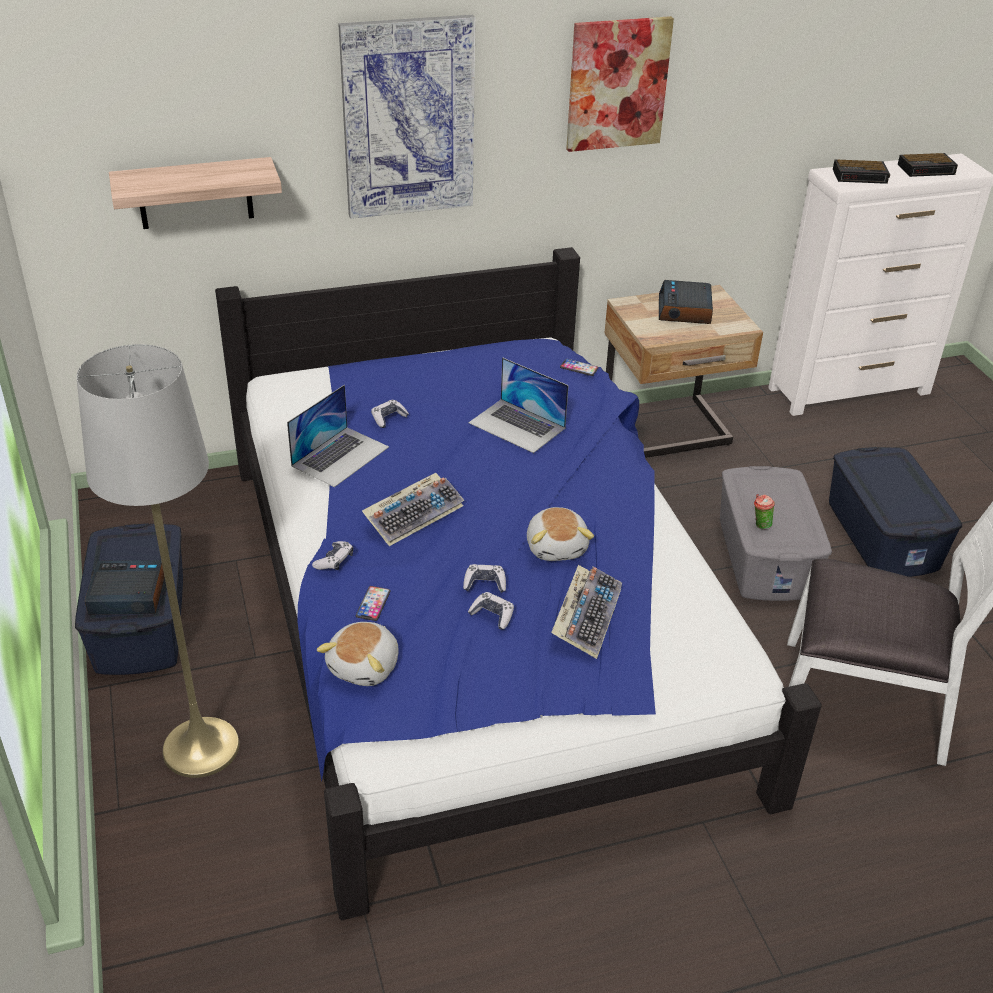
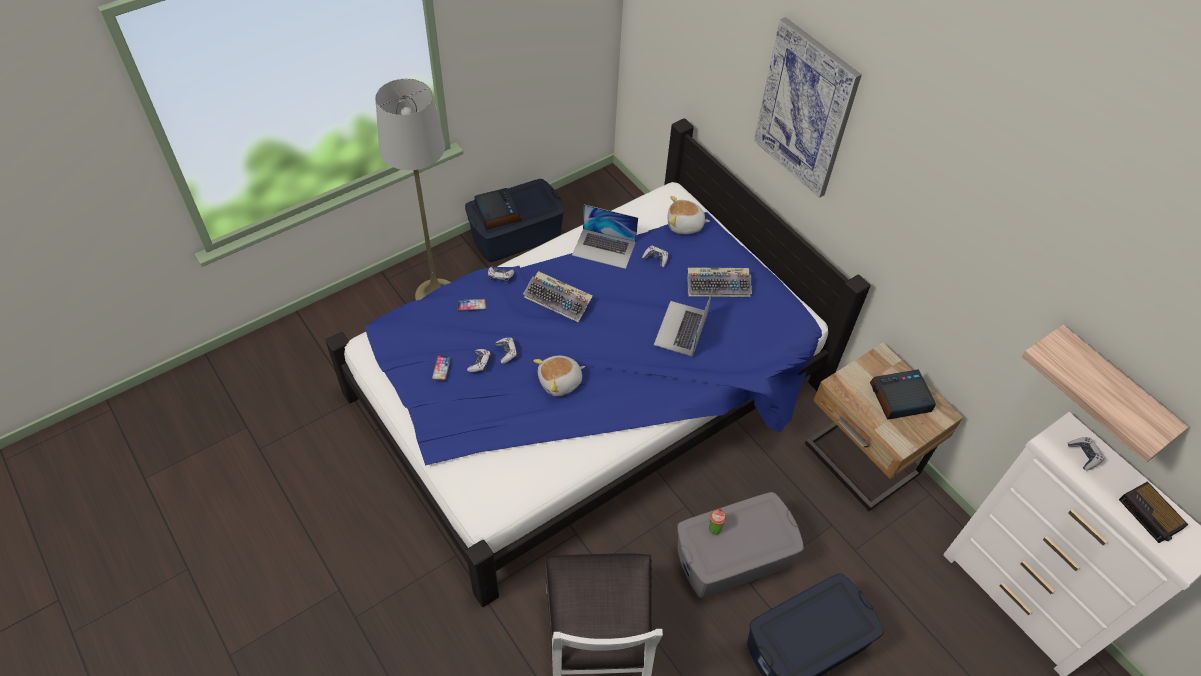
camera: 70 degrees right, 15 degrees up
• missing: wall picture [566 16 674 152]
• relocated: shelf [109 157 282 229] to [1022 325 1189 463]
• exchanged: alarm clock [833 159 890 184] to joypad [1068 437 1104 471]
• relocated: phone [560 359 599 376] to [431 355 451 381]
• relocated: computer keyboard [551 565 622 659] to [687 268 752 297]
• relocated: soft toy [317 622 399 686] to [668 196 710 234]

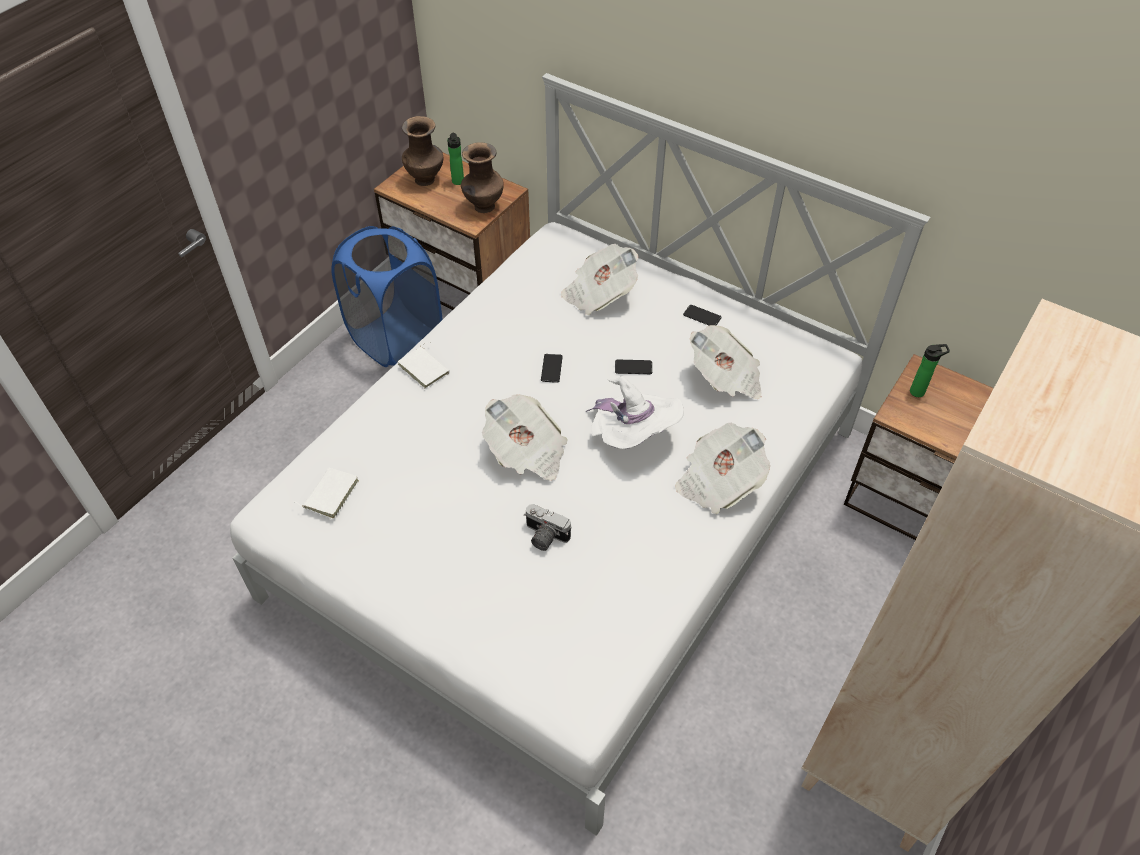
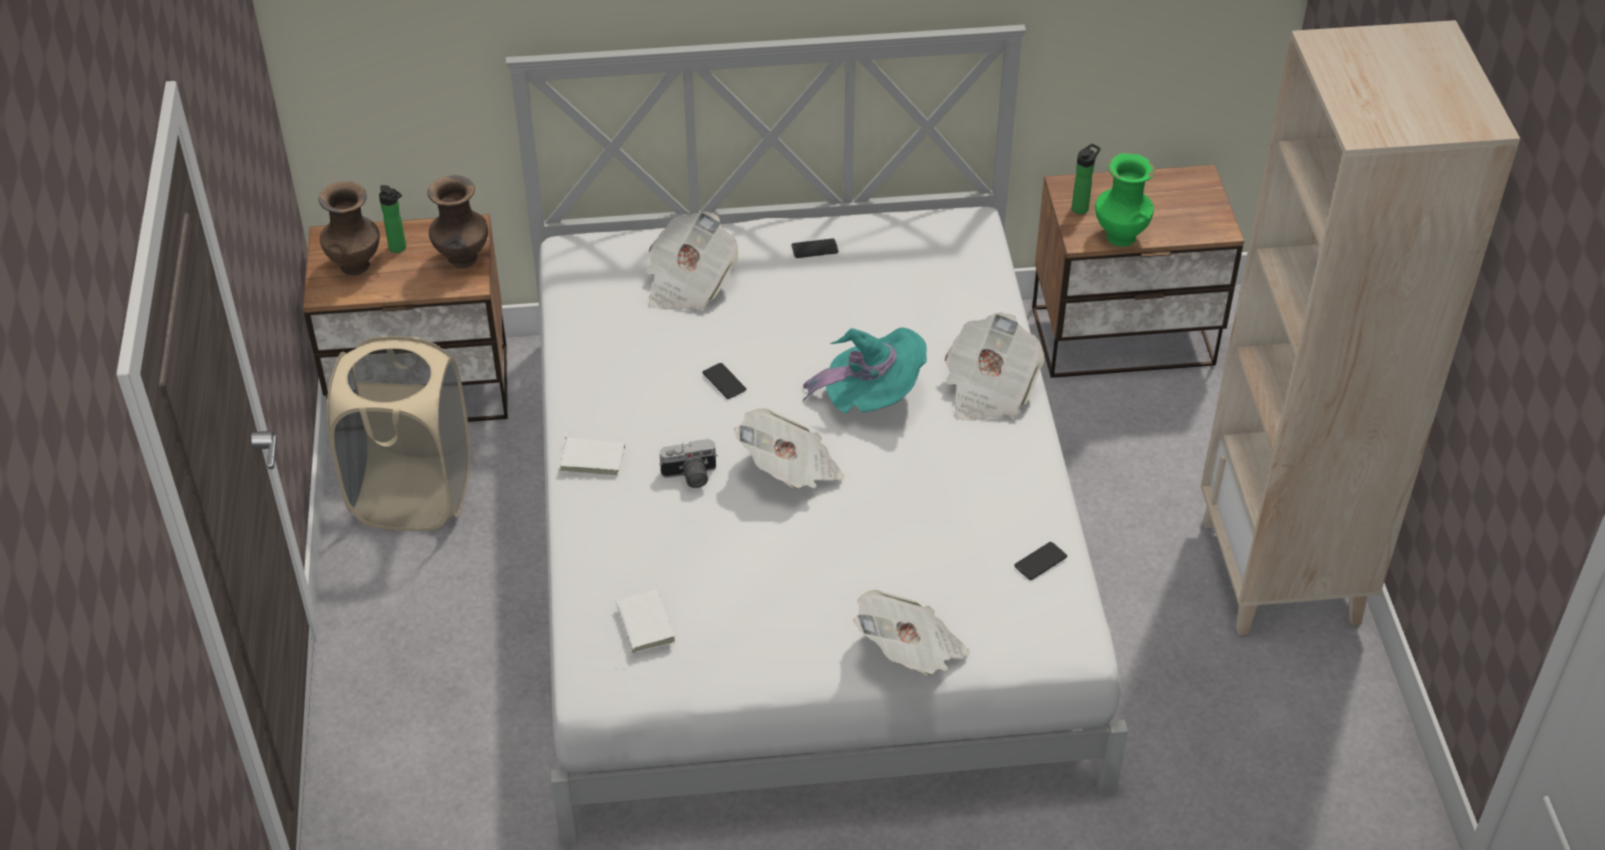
camera: 40 degrees left, 5 degrees down
• colour: washing basket (blue) [331 226 442 367] to washing basket (beige-coloured) [327 335 470 531]
• relocated: printed paper [690 325 762 399] to [853 590 970 675]
• relocated: phone [615 359 652 374] to [1014 542 1067 580]
• colour: wearable hat (white) [586 376 684 450] to wearable hat (turquoise) [803 328 927 414]
• relocated: still camera [524 504 572 551] to [659 439 718 488]
• appeared: vase (green-coloured) [1095 153 1155 247]

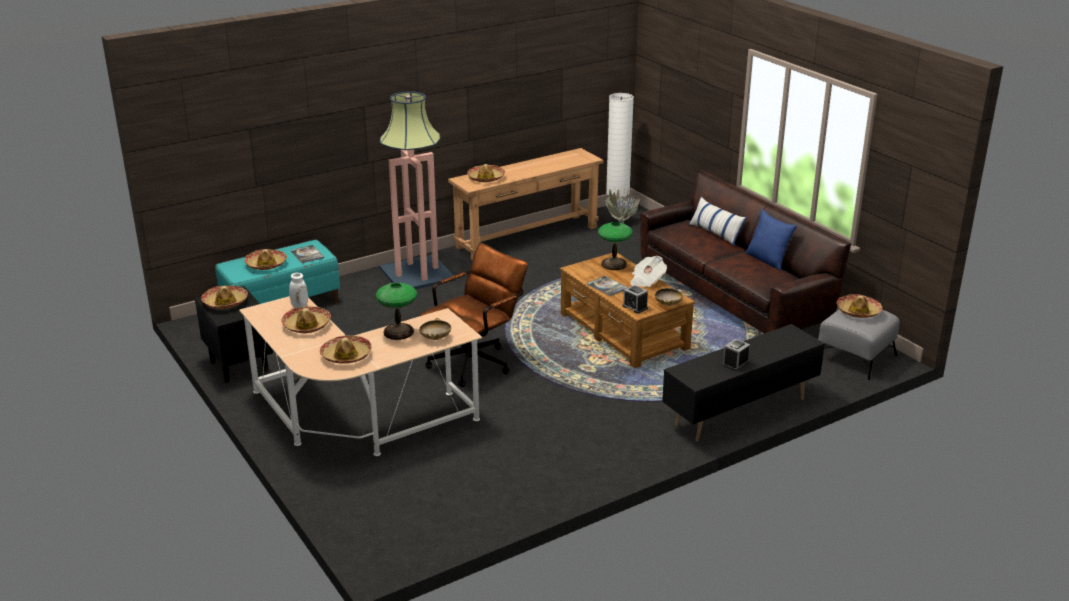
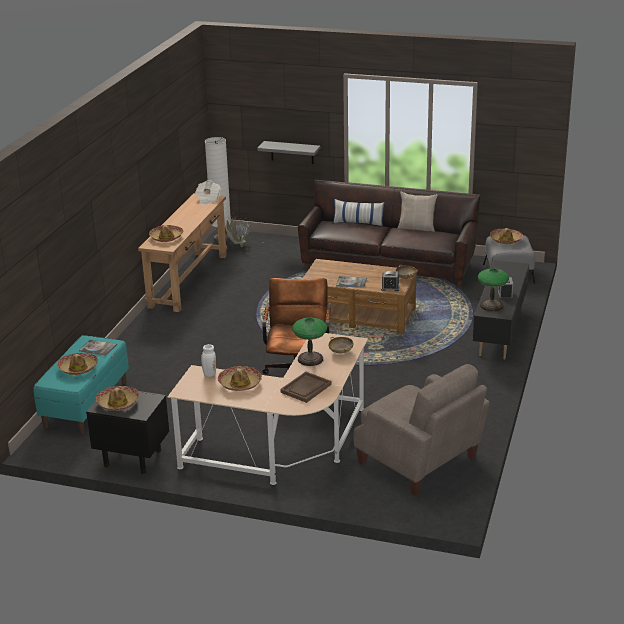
camera: 40 degrees left, 0 degrees up
• missing: floor lamp [380 91 456 290]
• colour: throw pillow (blue) [745 209 797 271] to throw pillow (beige-coloured) [397 192 438 232]
• relocated: lamp for a table [598 222 633 270] to [478 268 509 311]
• relocated: printed paper [630 256 667 287] to [195 180 221 205]
• exchanged: wearable hat [320 335 372 364] to carrying tray (brownish) [280 372 332 403]
• appeared: shelf (gray) [257 141 320 164]
• appeared: armchair (beige-coloured) [354 364 490 496]

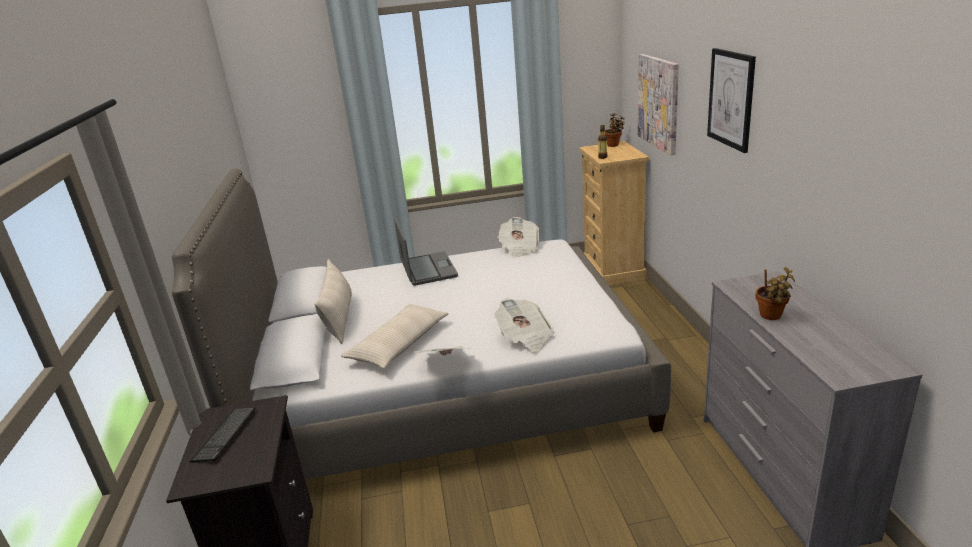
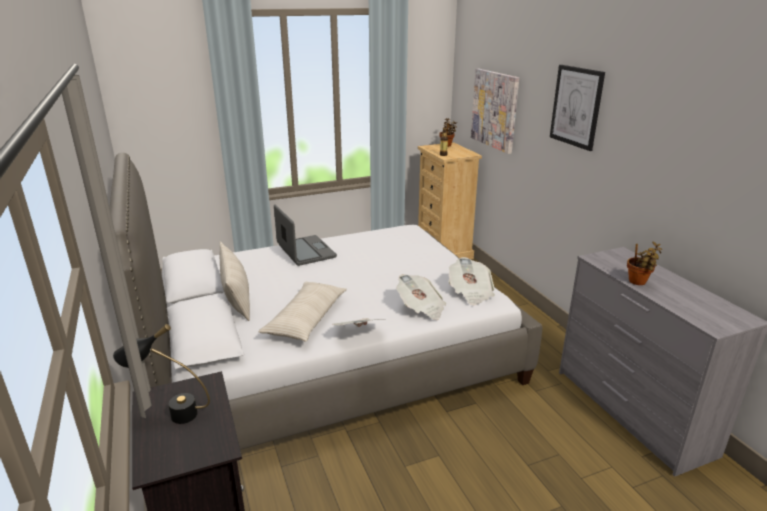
camera: 15 degrees left, 0 degrees up
• relocated: printed paper [498 217 539 258] to [449 257 495 306]
• exchanged: computer keyboard [189 407 256 462] to lamp for a table (blackish) [113 324 210 424]

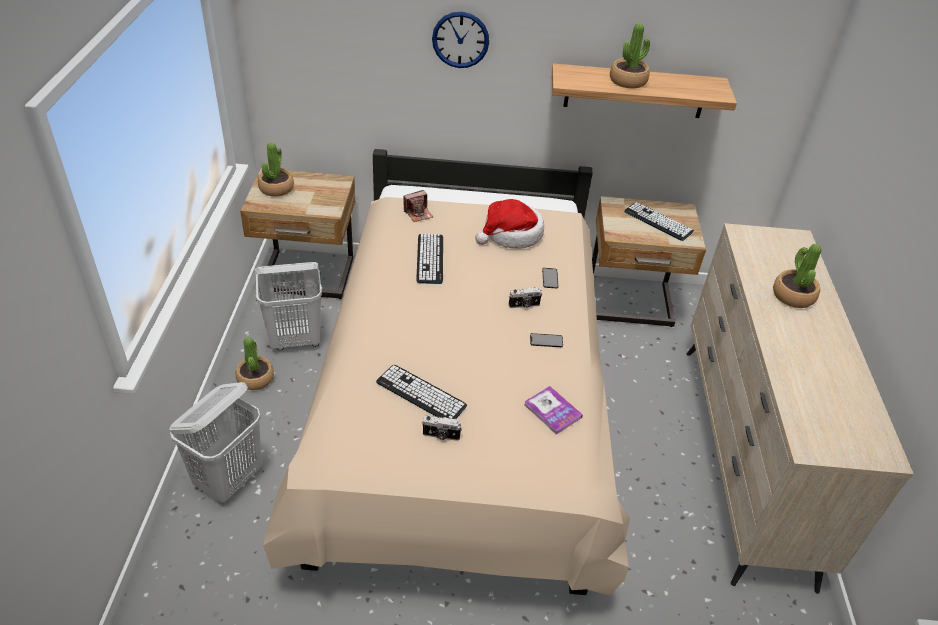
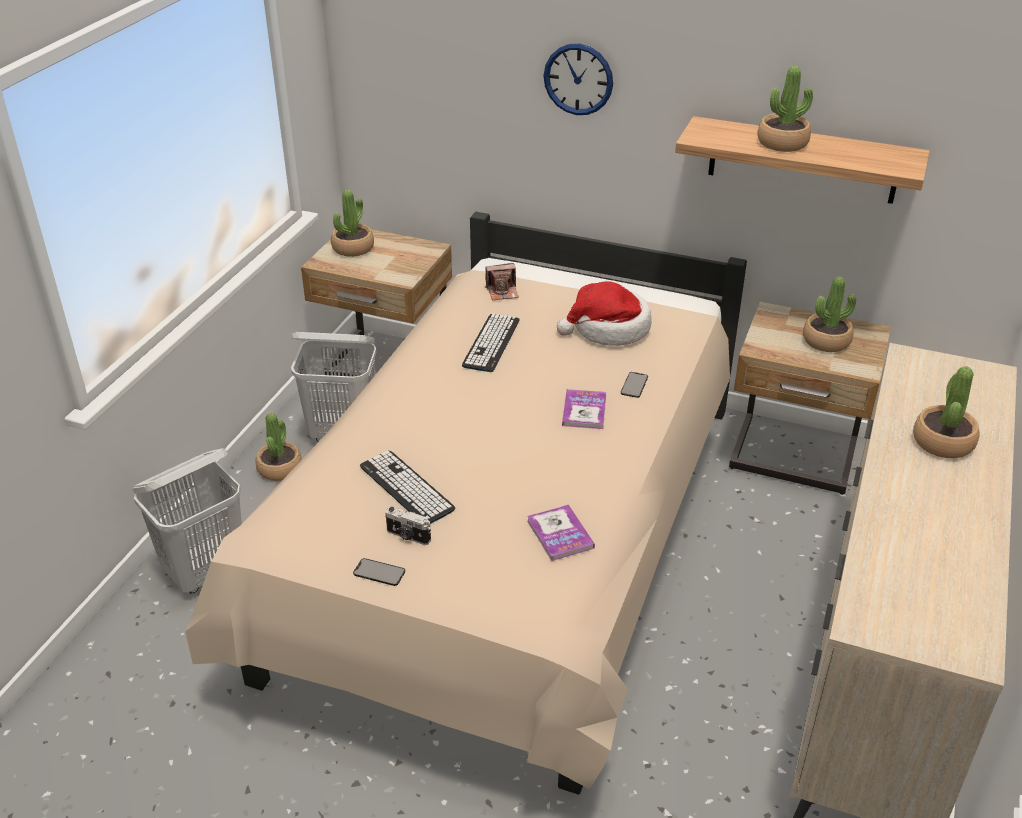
camera: 20 degrees right, 5 degrees down
• exchanged: computer keyboard [624 202 694 241] to houseplant [803 276 856 352]
• exchanged: still camera [509 287 542 308] to volume [562 389 606 429]
• relocated: phone [530 333 563 347] to [353 558 405 586]

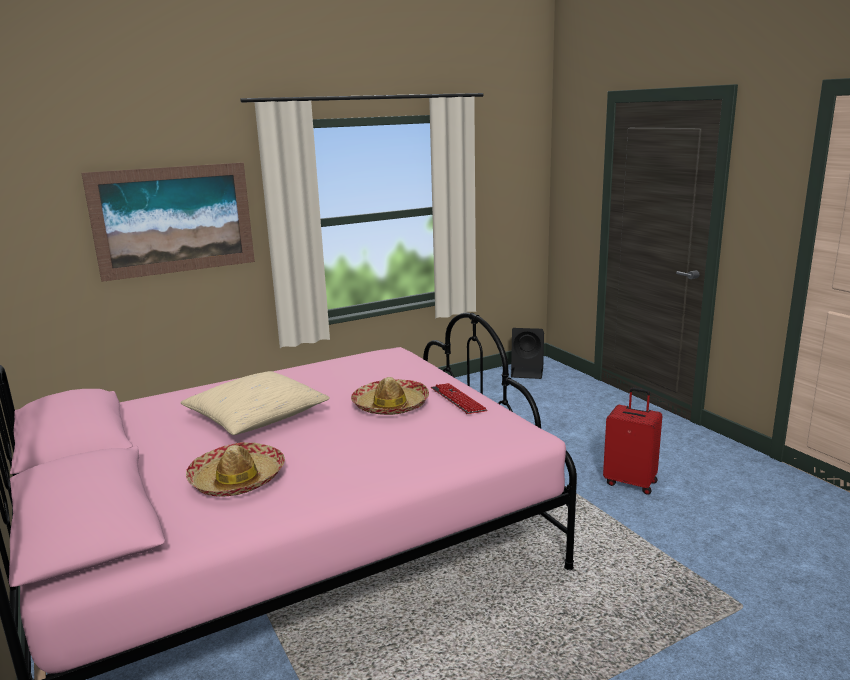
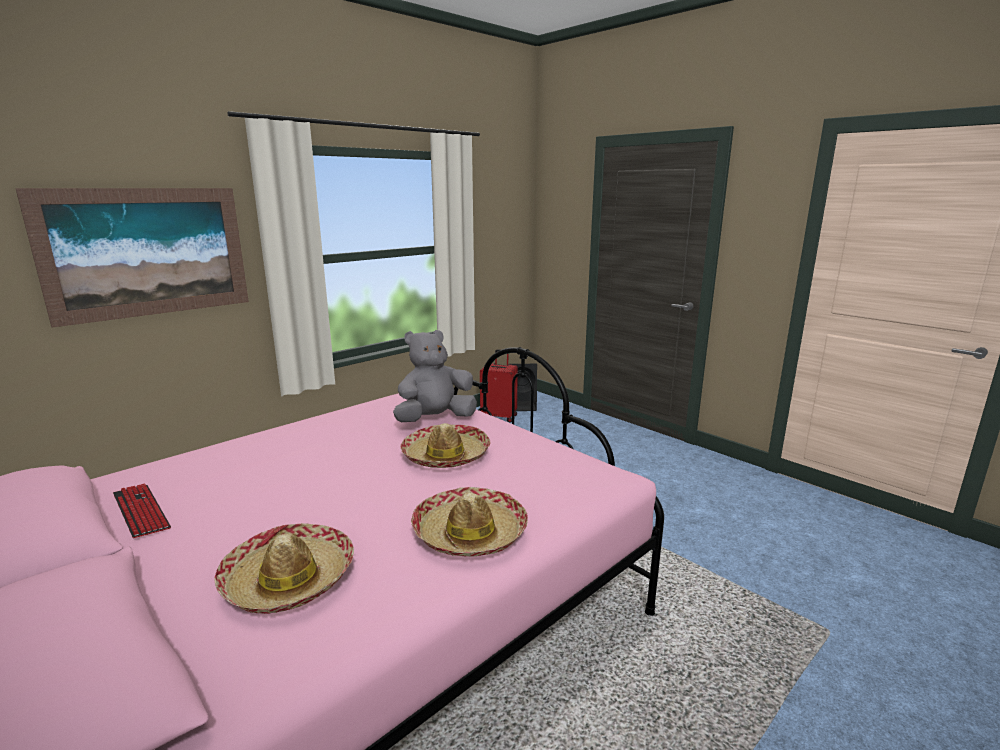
camera: 15 degrees left, 0 degrees up
• missing: throw pillow (beige-coloured) [180 371 330 435]
• relocated: computer keyboard [431 383 487 414] to [113 483 171 538]
• relocated: piece of luggage (red) [603 387 662 495] to [480 349 518 423]
• appeared: soft toy (gray) [393 330 477 422]
• appeared: wearable hat [411 487 528 557]

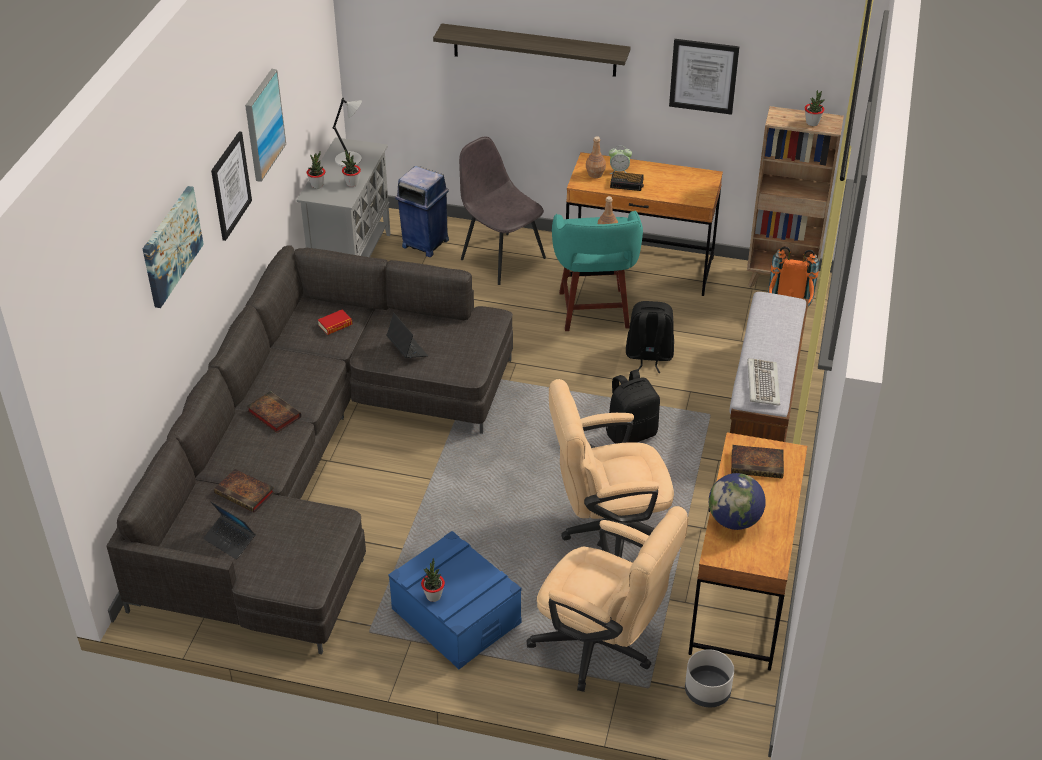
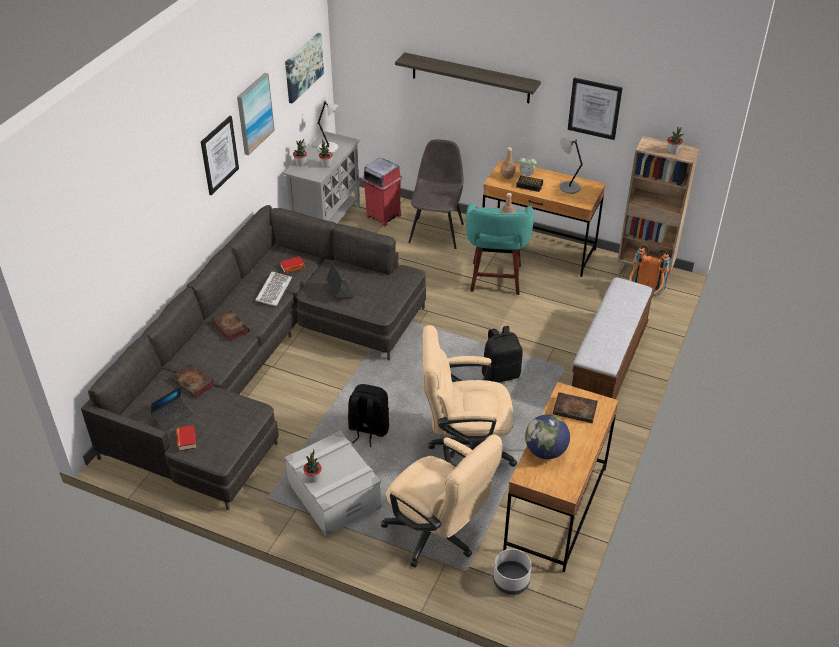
camera: 10 degrees right, 0 degrees up
• spun: chair (gray) [459 136 546 285] = [408 139 464 249] 45 degrees clockwise
• colour: waste bin (blue) [395 166 449 257] to waste bin (red) [362 158 402 226]
• relocated: wall picture [143 186 204 308] to [285 33 324 104]
• relocated: rucksack (blackish) [626 301 674 373] to [348 384 389 447]
• relocated: computer keyboard [747 358 780 406] to [255 272 292 306]
• spun: notebook computer [203 502 256 559] = [151 386 193 431] 90 degrees counterclockwise
• colour: storage bin (blue) [388 531 521 669] to storage bin (gray) [285 431 382 536]
• appeared: lamp for a table (gray) [560 138 583 194]
• appeared: volume [176 425 196 451]

